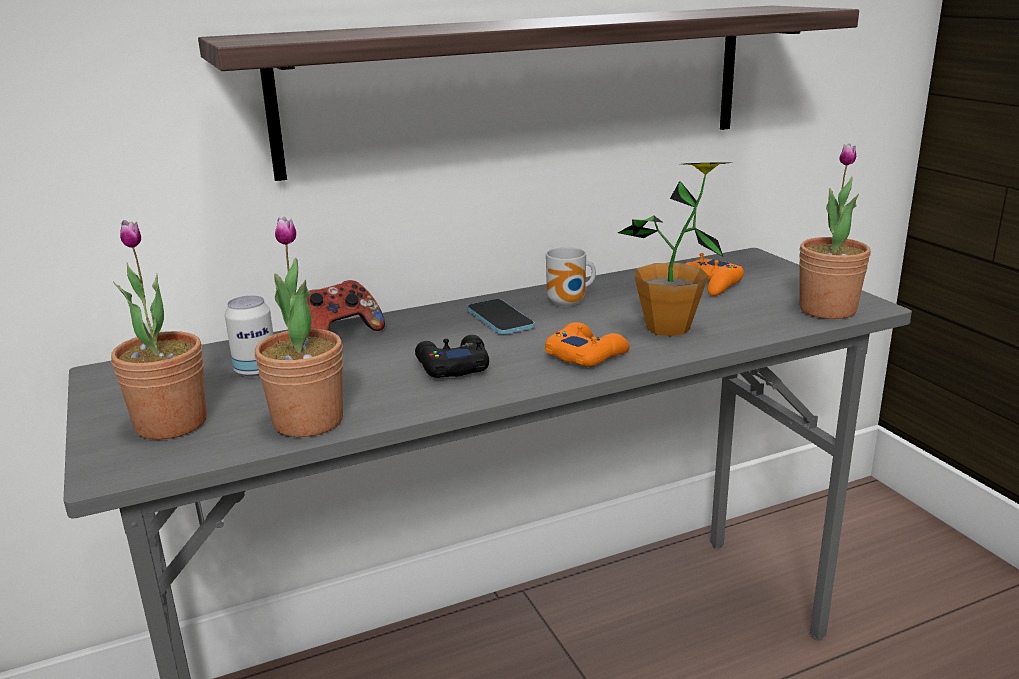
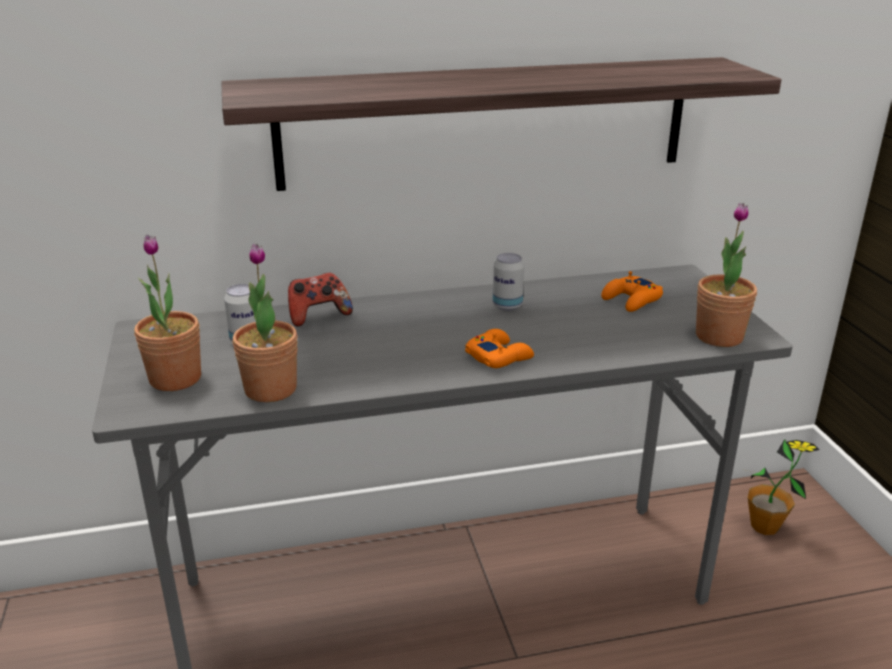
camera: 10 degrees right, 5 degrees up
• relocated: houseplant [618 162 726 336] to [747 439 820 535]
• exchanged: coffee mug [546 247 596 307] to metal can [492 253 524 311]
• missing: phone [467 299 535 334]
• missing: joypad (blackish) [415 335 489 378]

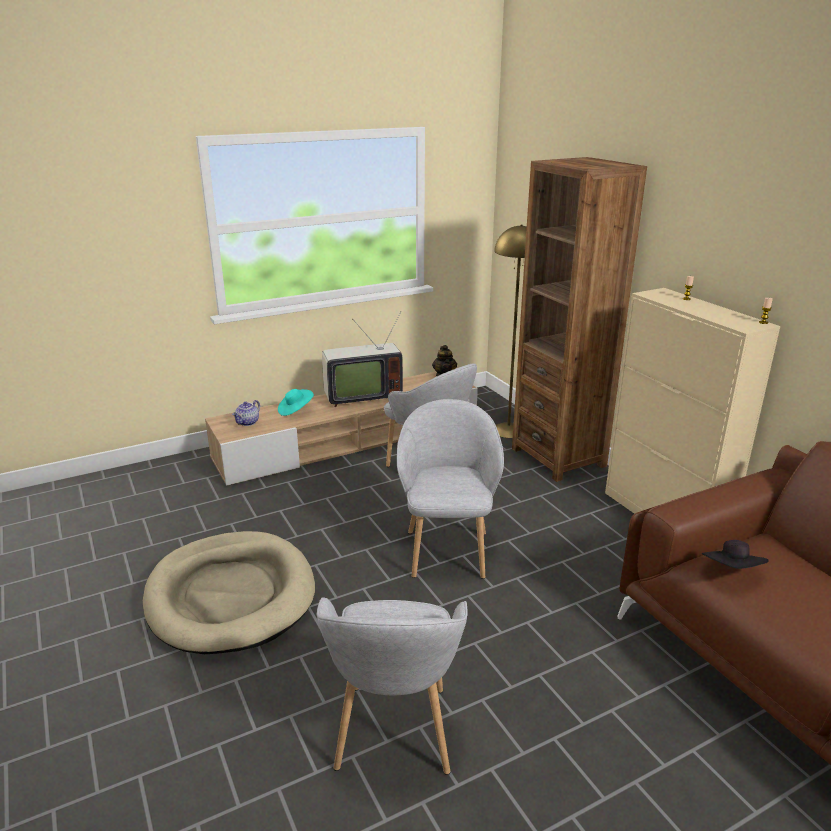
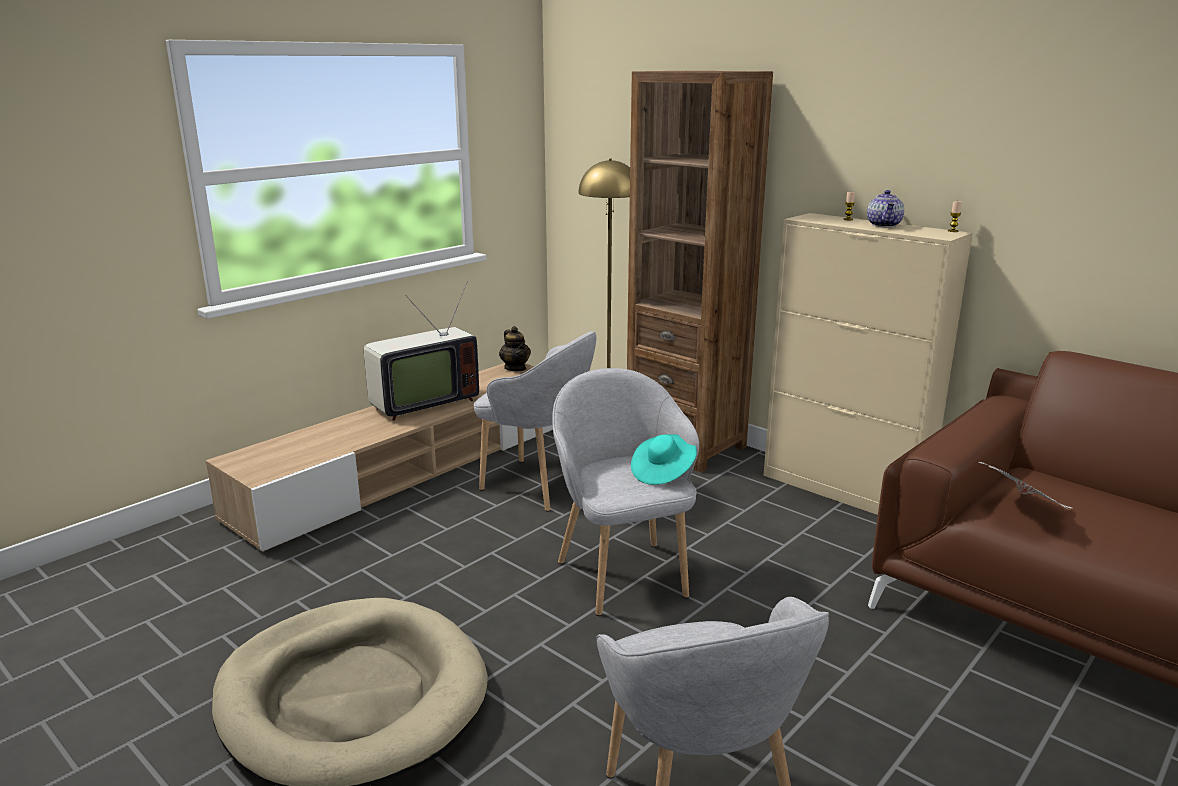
camera: 20 degrees left, 5 degrees down
• relocated: wearable hat (turquoise) [278 389 314 416] to [631 434 697 485]
• relocated: tea pot [232 400 260 426] to [867 190 904 227]
• exchanged: wearable hat (blackish) [702 540 769 569] to printed paper [978 462 1072 510]

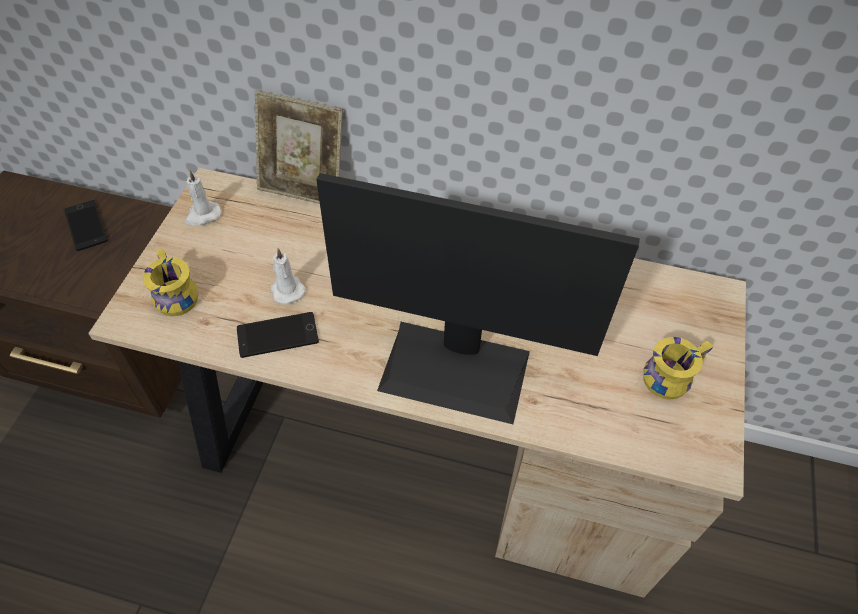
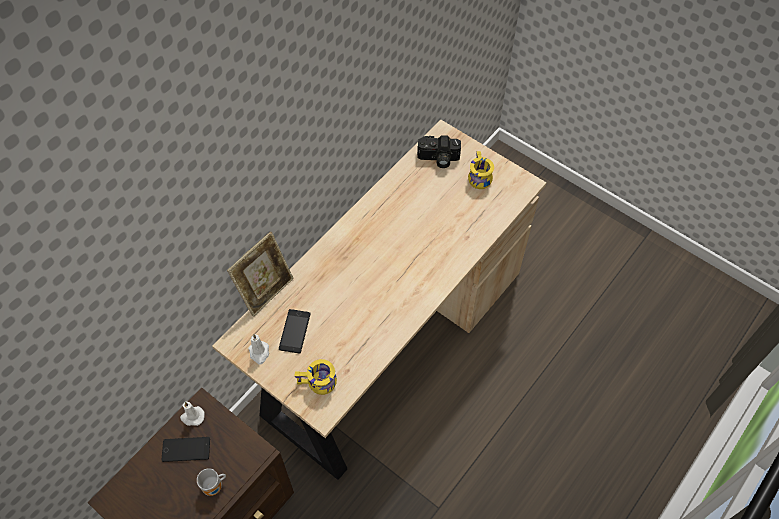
camera: 65 degrees left, 5 degrees up
• missing: computer display [316 173 640 424]
• relocated: candle (white) [270 248 306 304] to [180 401 205 426]
• relocated: phone [237 312 319 358] to [279 309 311 353]
• appeared: still camera [417 135 461 168]
• appeared: coffee mug [197 468 226 496]

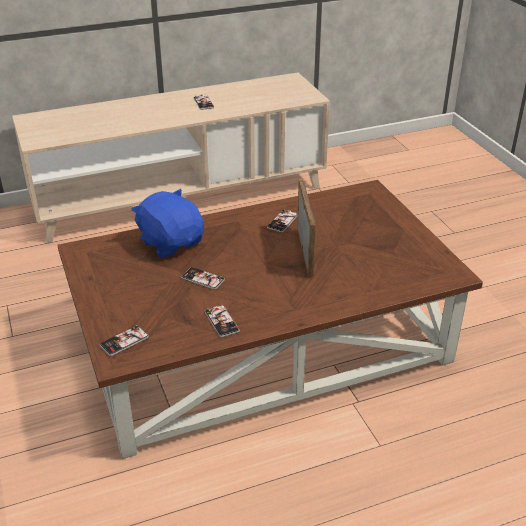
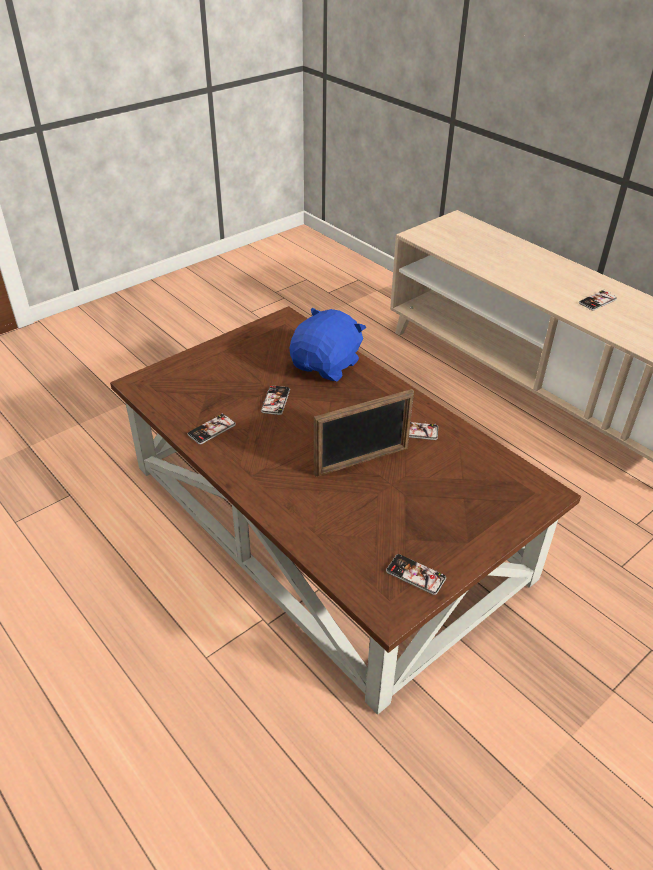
camera: 70 degrees right, 5 degrees up
• relocated: phone [100 325 149 356] to [386 554 446 595]

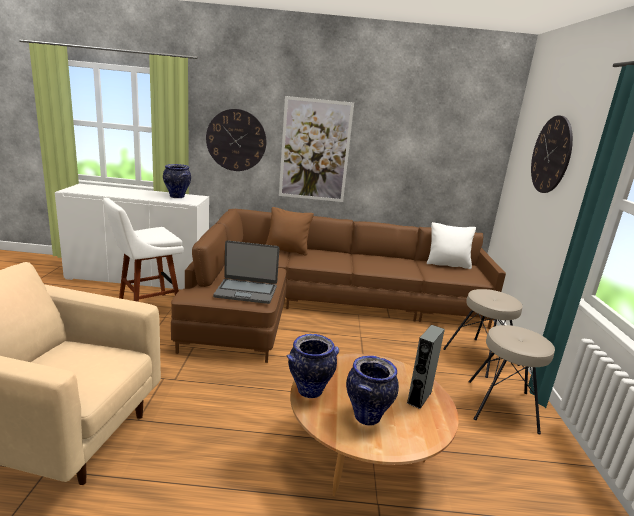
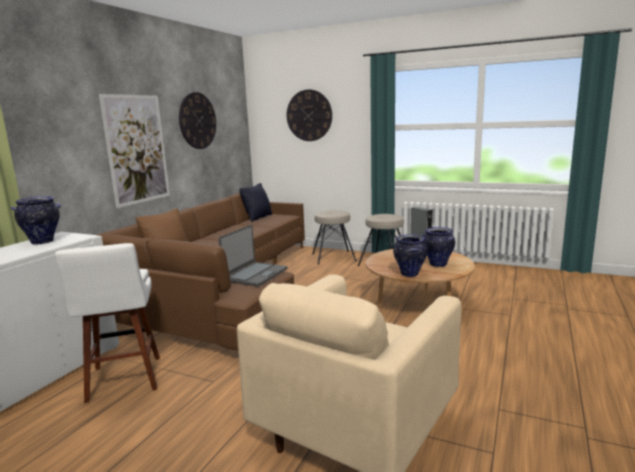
camera: 65 degrees left, 5 degrees down
• relocated: hanging clock [206 109 266 171] to [179 92 216 149]
• colour: throw pillow (white) [427 222 476 269] to throw pillow (blackish) [239 183 272 222]

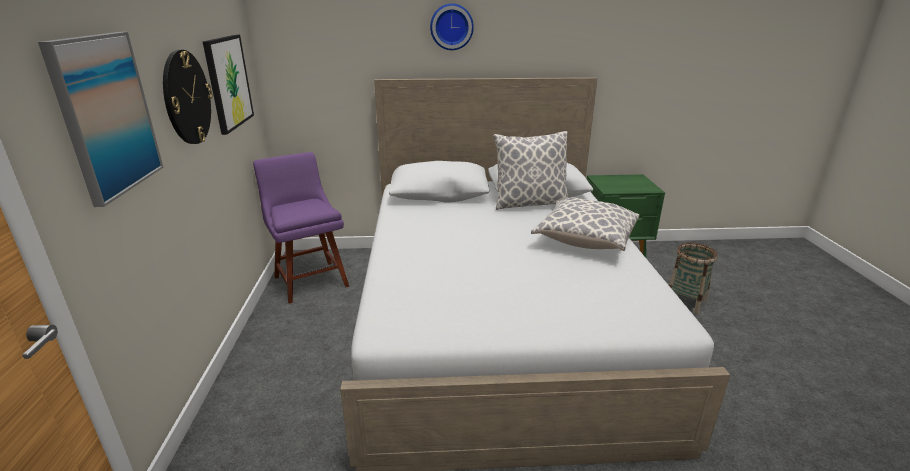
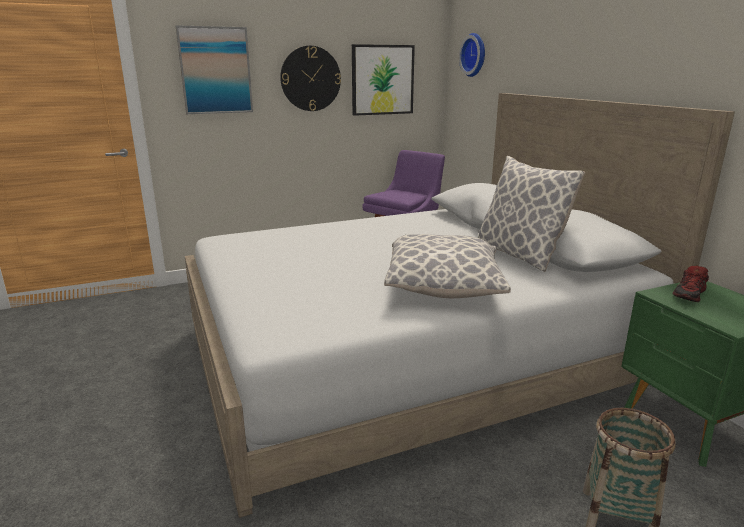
camera: 70 degrees right, 5 degrees down
• relocated: hanging clock [430 3 474 50] to [459 33 485 77]
• appeared: item of footwear [673 265 709 302]

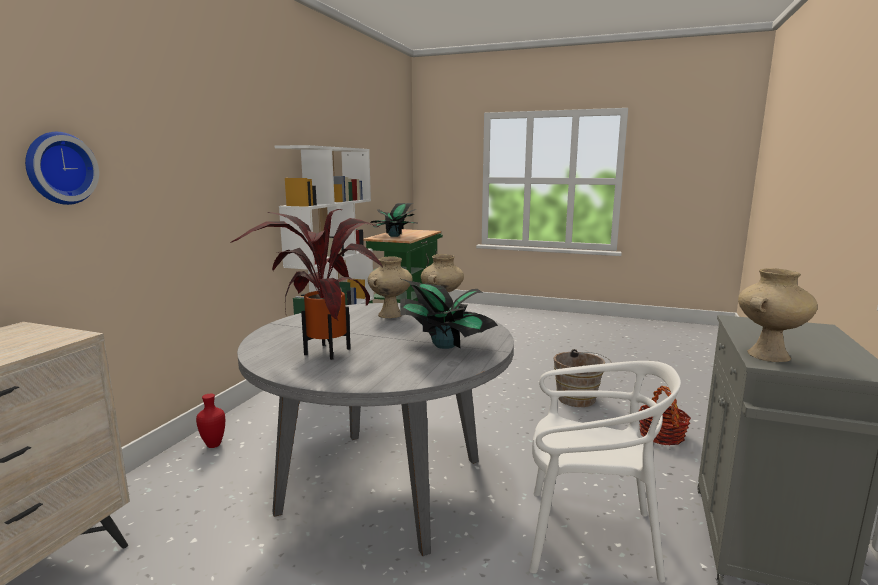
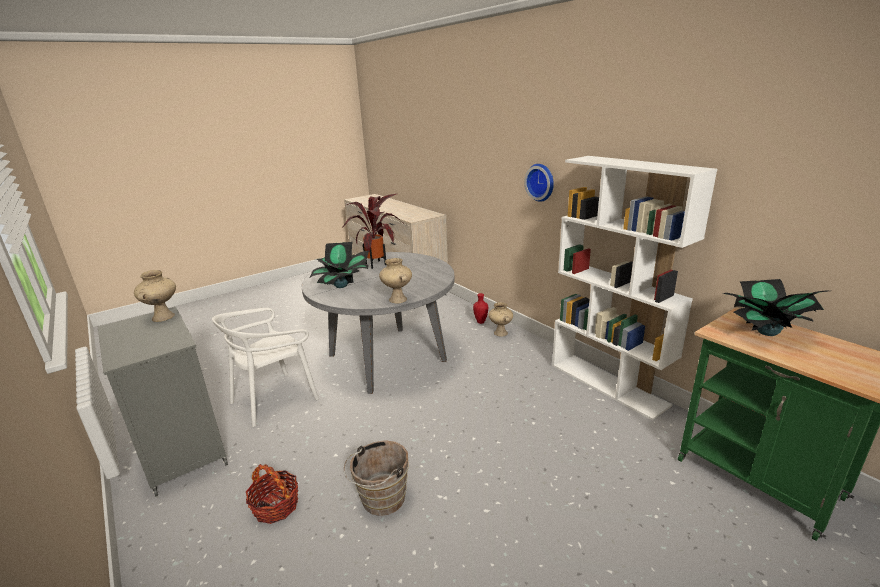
camera: 125 degrees right, 10 degrees up
• relocated: hanging clock [25 132 99 205] to [524 164 554 202]
• relocated: vase (beige-coloured) [368 256 412 318] to [488 302 513 337]

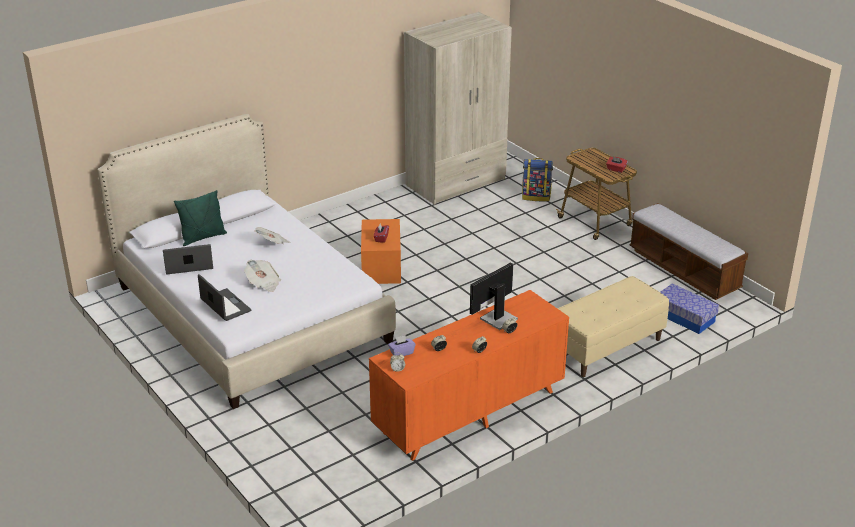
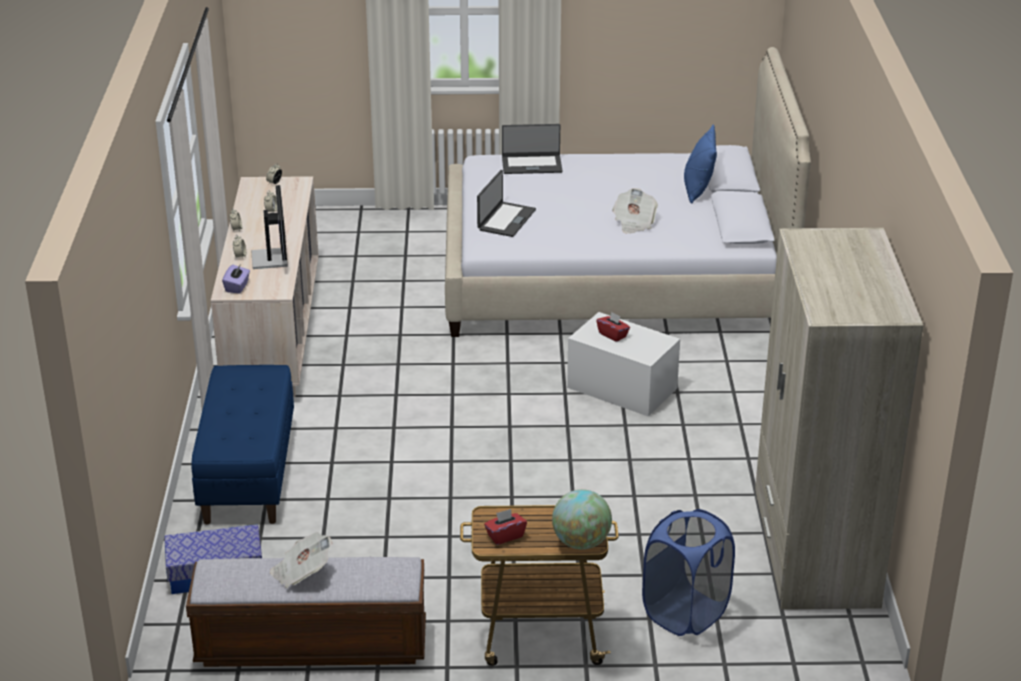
camera: 125 degrees right, 0 degrees up
• exchanged: rucksack [522 158 553 202] to washing basket (blue) [642 509 735 636]
• colour: throw pillow (green-coloured) [174 190 227 246] to throw pillow (blue) [684 124 717 203]
• colour: storage bin (orange-coloured) [361 219 401 284] to storage bin (white) [567 312 680 417]
• relocated: notebook computer [163 244 213 274] to [477 170 536 237]
• relocated: printed paper [244 260 281 292] to [270 532 332 588]
• colour: indoor bench (beige-coloured) [557 276 669 377] to indoor bench (blue) [191 365 294 524]
• colour: chest of drawers (orange-coloured) [369 290 569 461] to chest of drawers (beige-coloured) [211 176 319 397]
• relocated: box of tissues (purplish) [388 335 416 356] to [222 264 250 294]
• appeared: world globe [552 489 612 550]

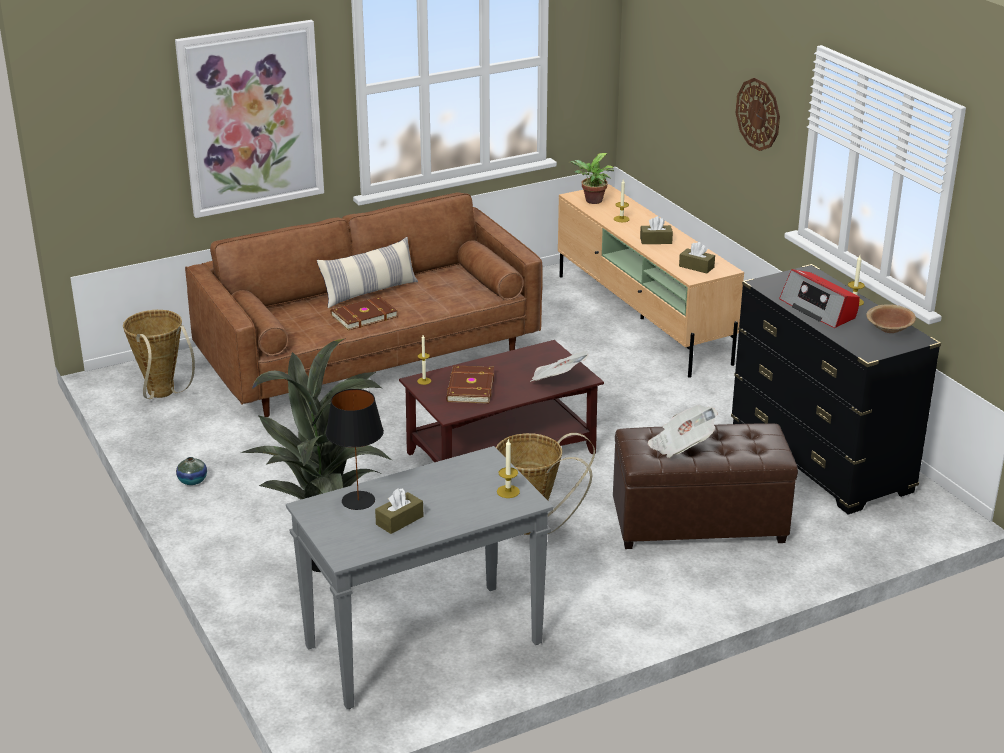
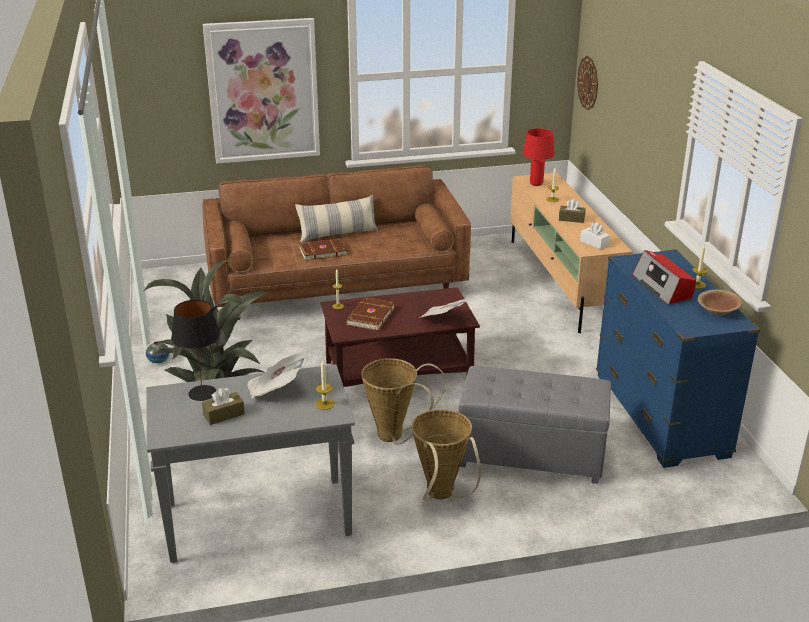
camera: 15 degrees right, 0 degrees up
• relocated: hanging clock [736 78 780 151] to [577 56 598 110]
• exchanged: houseplant [568 153 614 204] to lamp for a table (red) [522 128 555 186]
• colour: box of tissues (brownish) [679 242 715 274] to box of tissues (white) [580 222 610 249]
• colour: chest of drawers (blackish) [731 264 941 515] to chest of drawers (blue) [596 249 760 468]
• relocated: household basket [123 310 195 399] to [412 409 481 502]
• relocated: printed paper [648 405 718 458] to [247 353 306 399]
• colour: footrest (brownish) [613 424 798 549] to footrest (gray) [459 366 611 484]

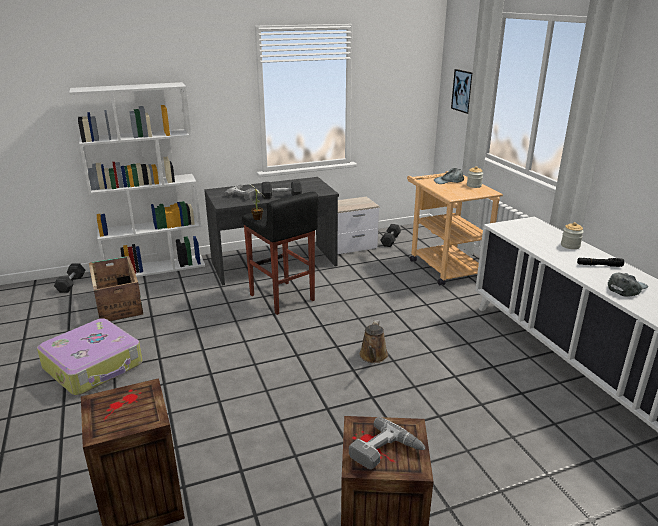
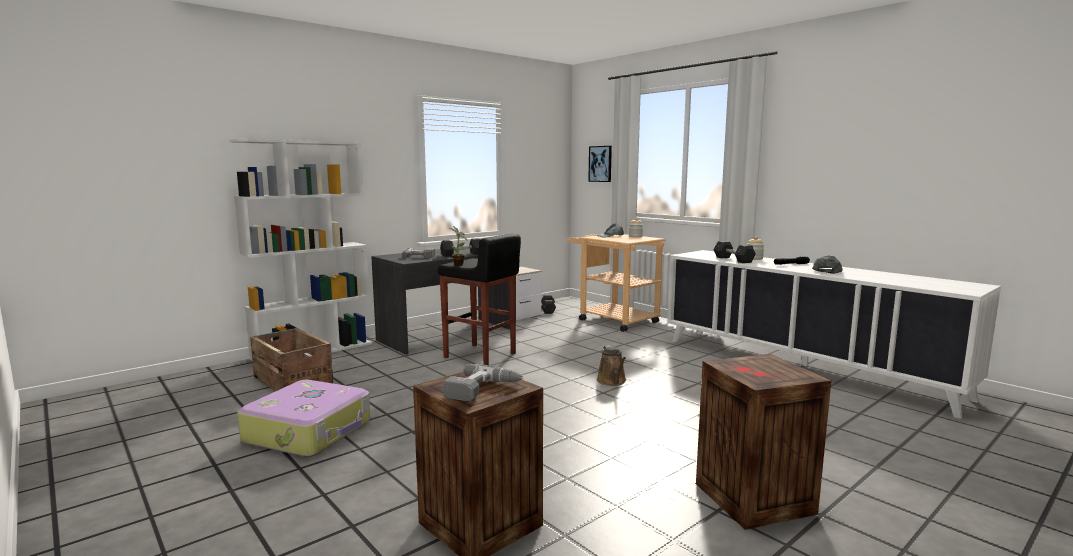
camera: 20 degrees left, 15 degrees down
• relocated: hand weight (gray) [54 263 85 293] to [714 241 756 263]
• relocated: electric drill [349 417 426 469] to [443 364 524 401]

